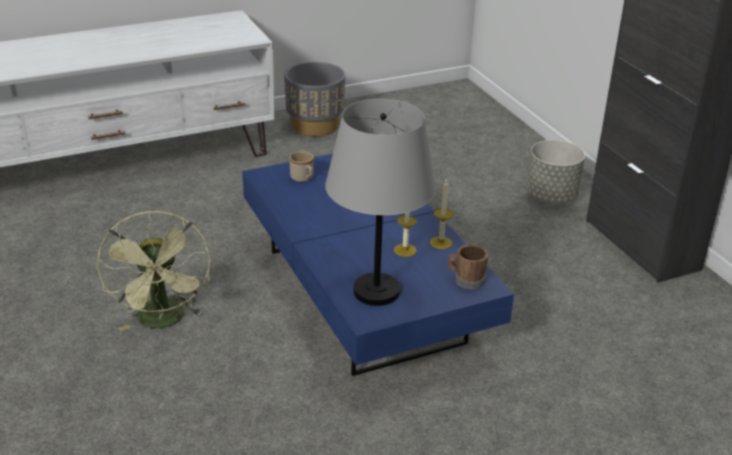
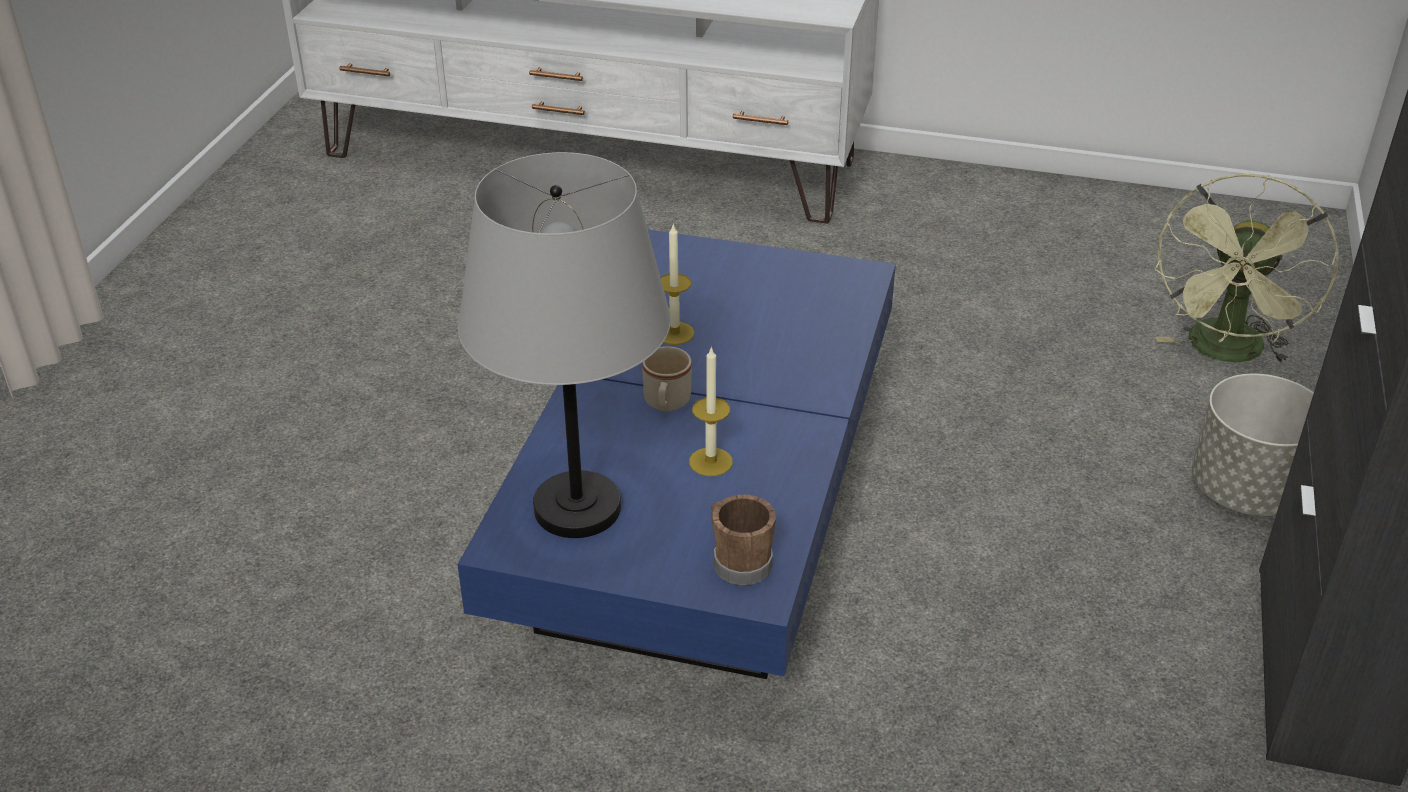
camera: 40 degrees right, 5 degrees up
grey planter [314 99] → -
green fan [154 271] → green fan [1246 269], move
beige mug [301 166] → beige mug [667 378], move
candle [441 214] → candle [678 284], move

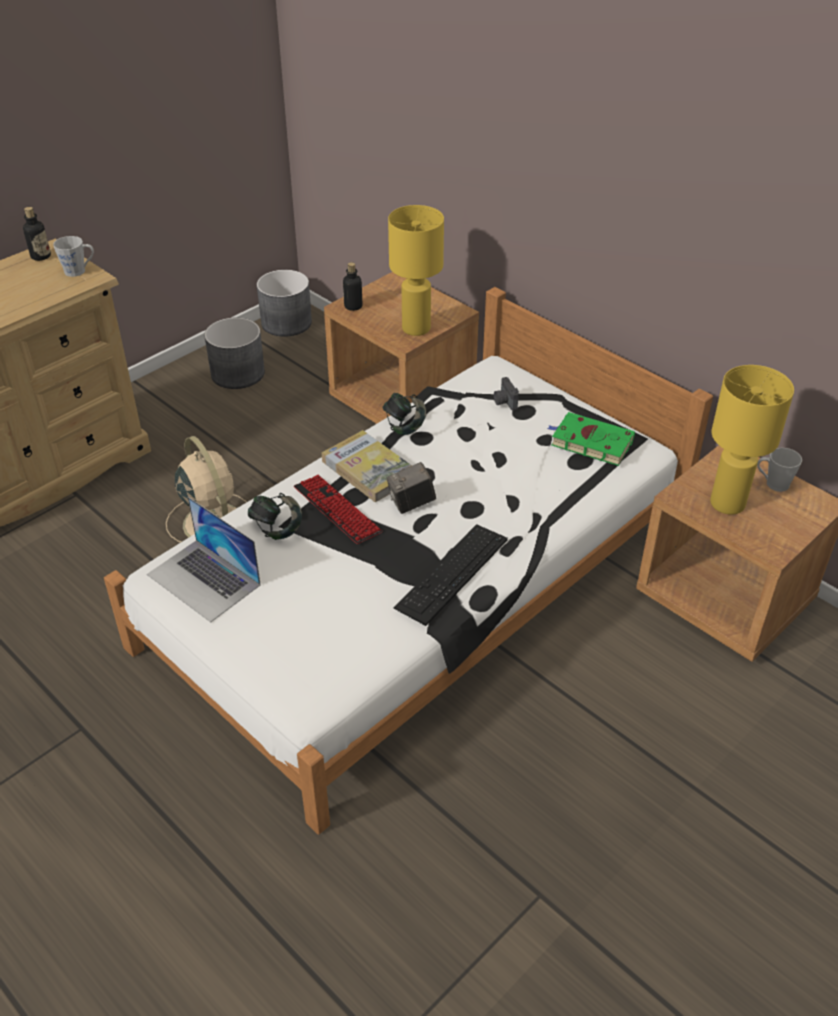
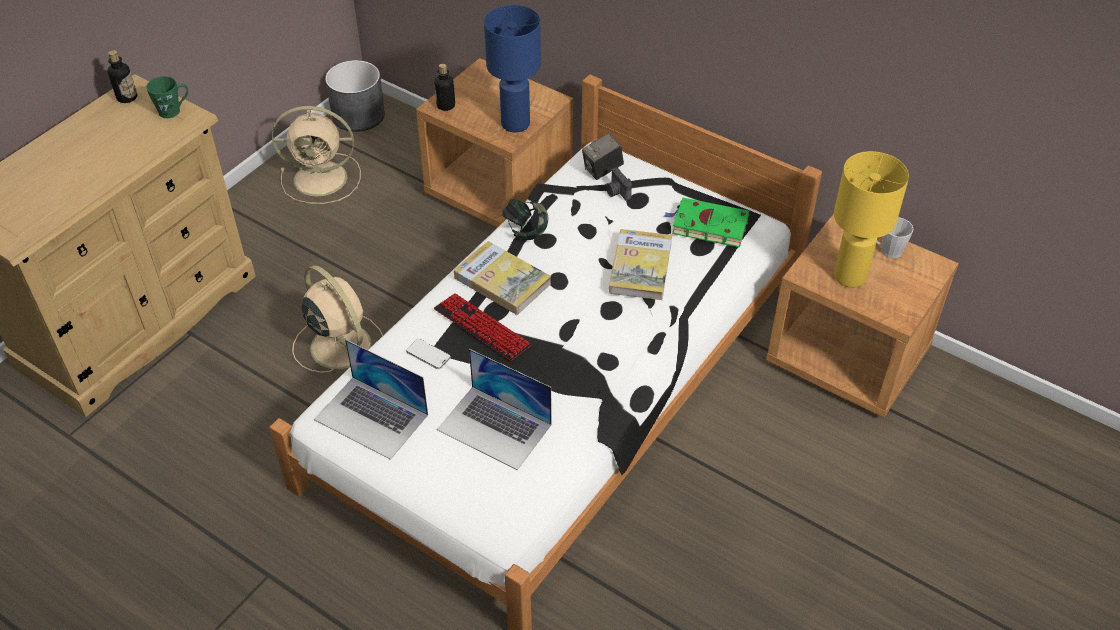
camera: 10 degrees left, 5 degrees up
keyboard [451 575] → -
- → laptop [494 409]
- → book [640 264]
photo camera [411 488] → photo camera [603 156], move
grey planter [234 353] → beige fan [316 155]
headphones [275 516] → phone [428 354]
grey mug [73 256] → green mug [167 97]
yellow table lamp [416 270] → blue table lamp [512 68]

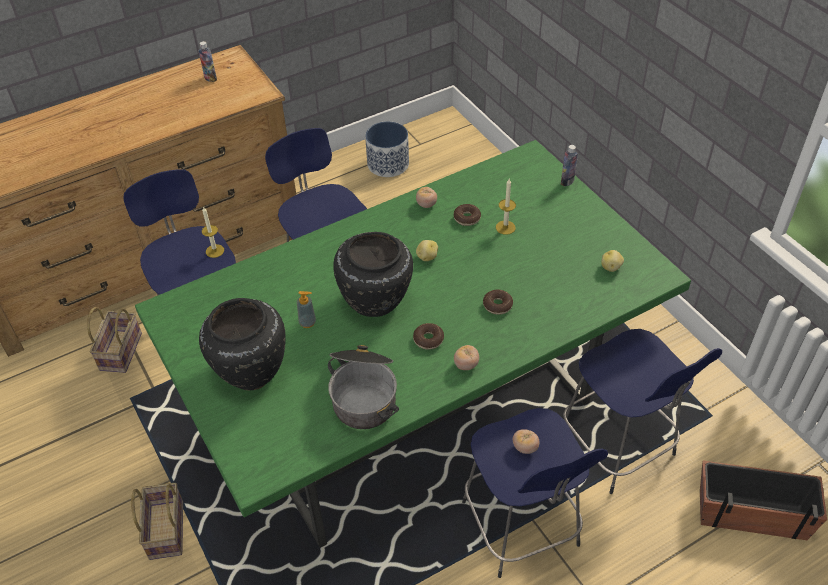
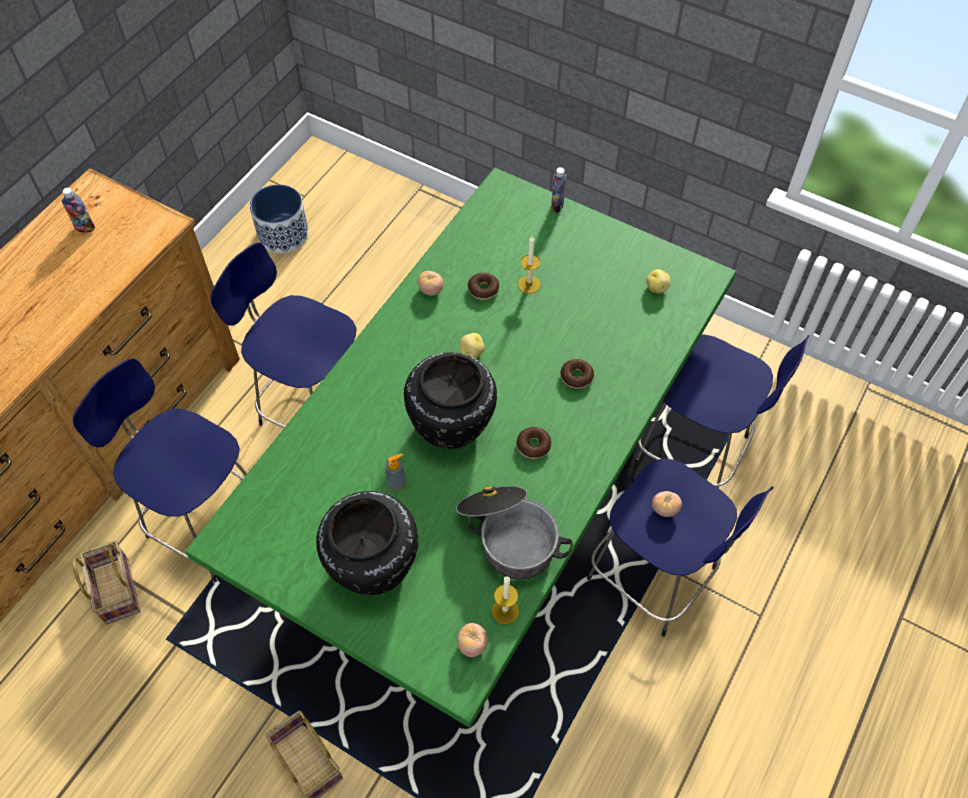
camera: 30 degrees left, 10 degrees up
planter [763 500] → -
candle [213 232] → candle [505 600], move
tomato [466 357] → tomato [472 640], move

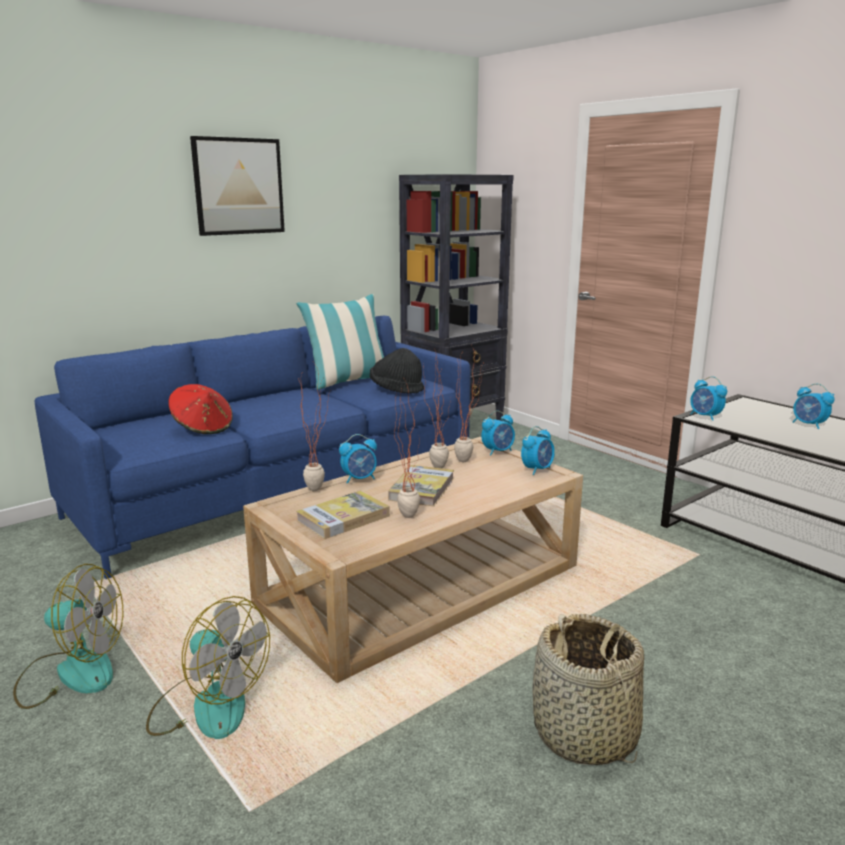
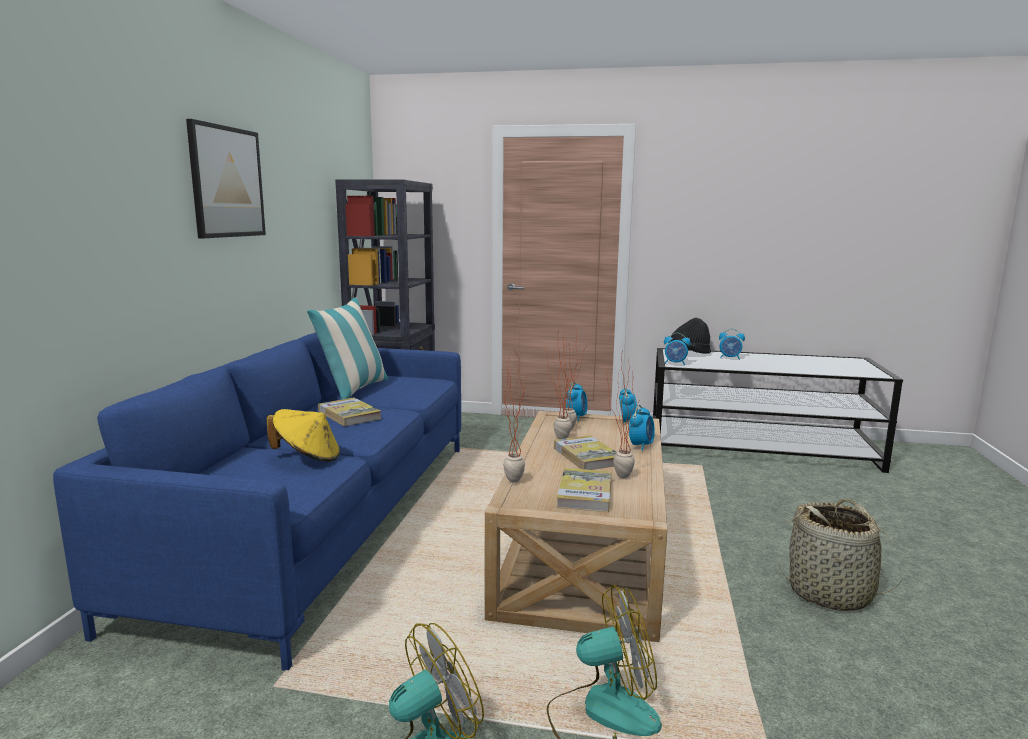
camera: 40 degrees left, 5 degrees down
- → book [350 412]
alarm clock [358 459] → alarm clock [642 428], move
black hat [397 371] → black hat [690 336], move
red hat [200 409] → yellow hat [303 435]

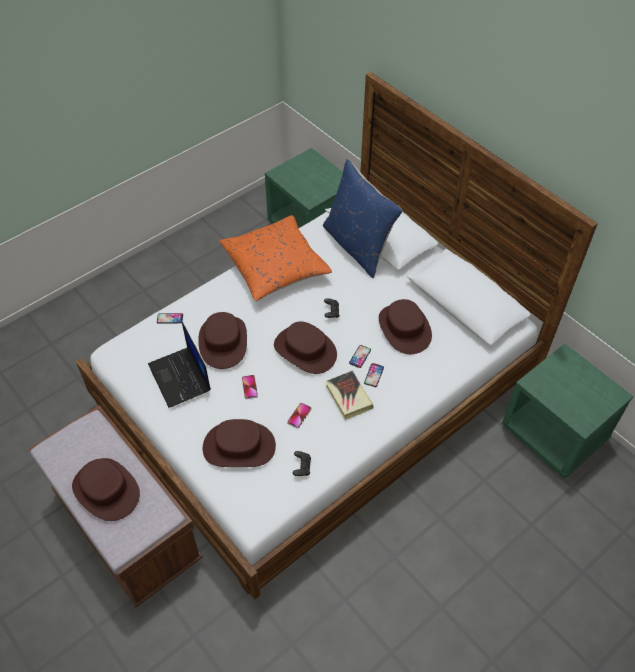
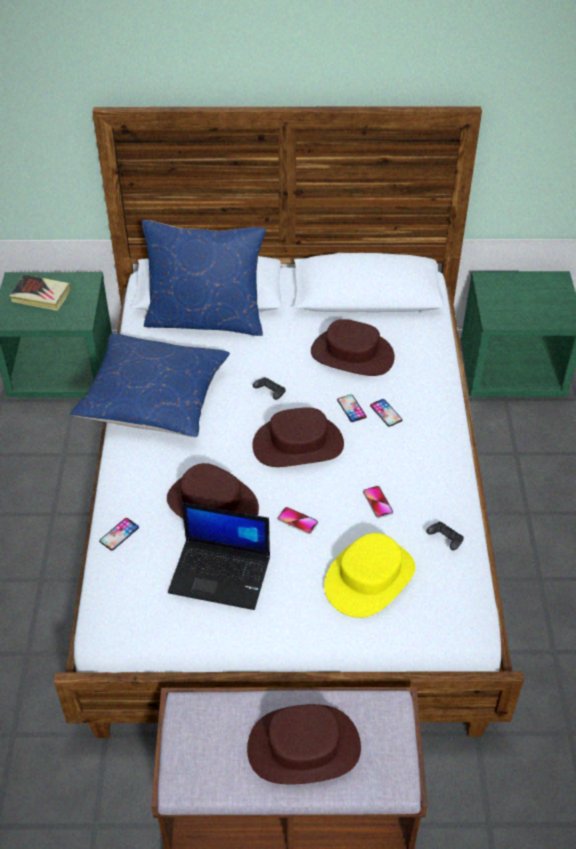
camera: 50 degrees left, 5 degrees down
book [349 395] → book [40 292], move
brown hat [239 443] → yellow hat [370 575]
orange pillow [275 258] → blue pillow [150 385]

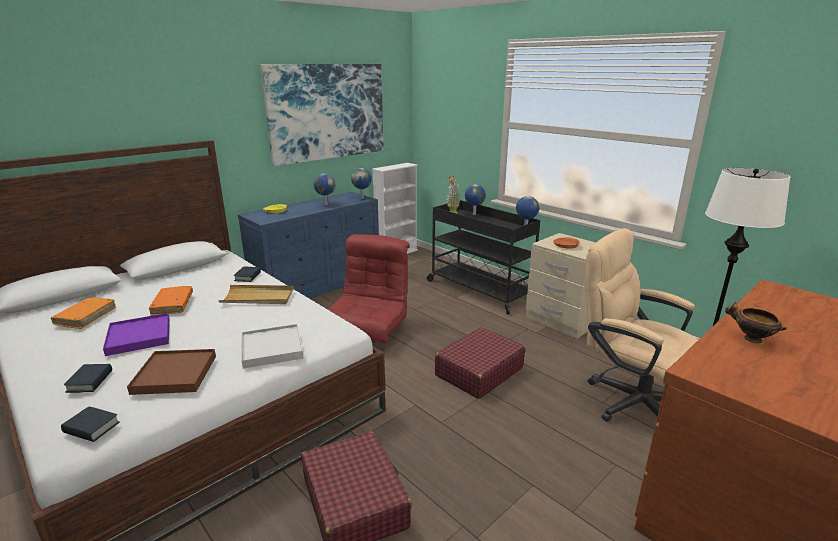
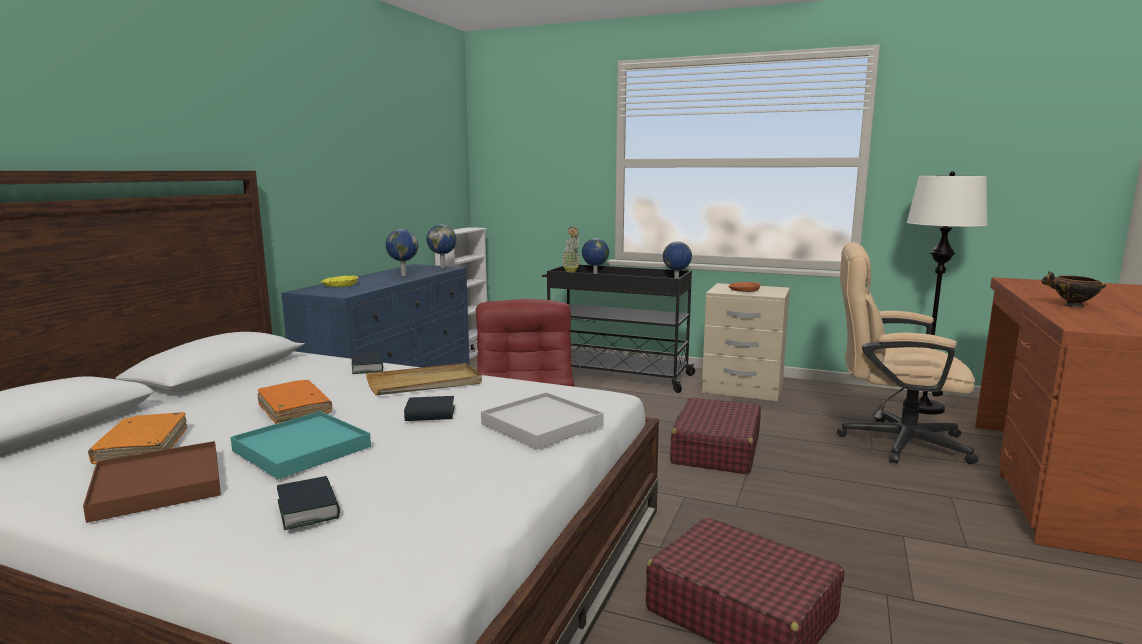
camera: 25 degrees left, 10 degrees down
picture [322 115] → -
book [90 424] → book [429 408], move
brown tray [171 372] → brown tray [152 482], move
purple tray [136 334] → turquoise tray [301 445]

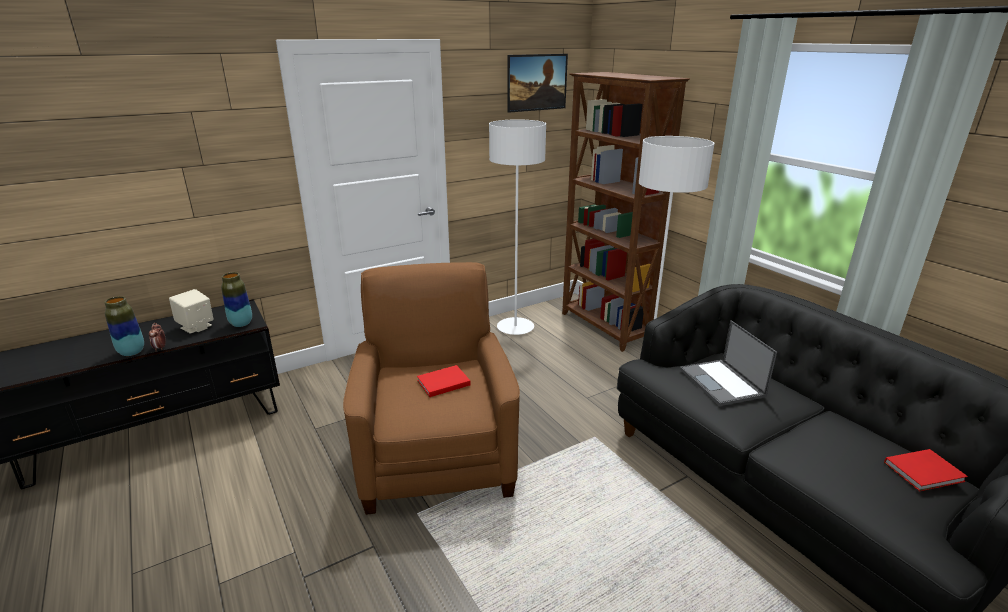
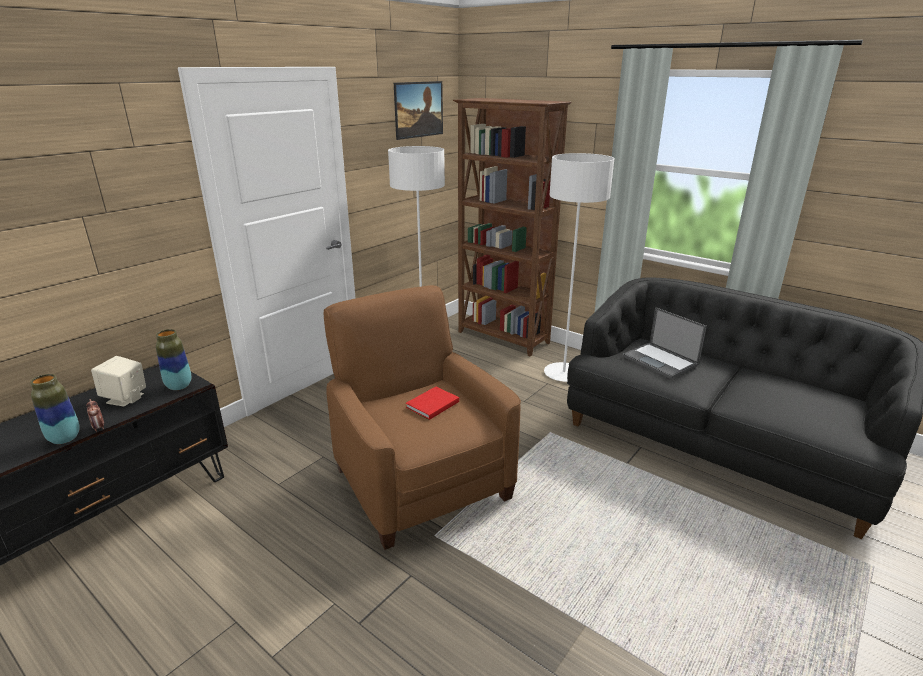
camera: 20 degrees left, 0 degrees up
red book [926 470] → -

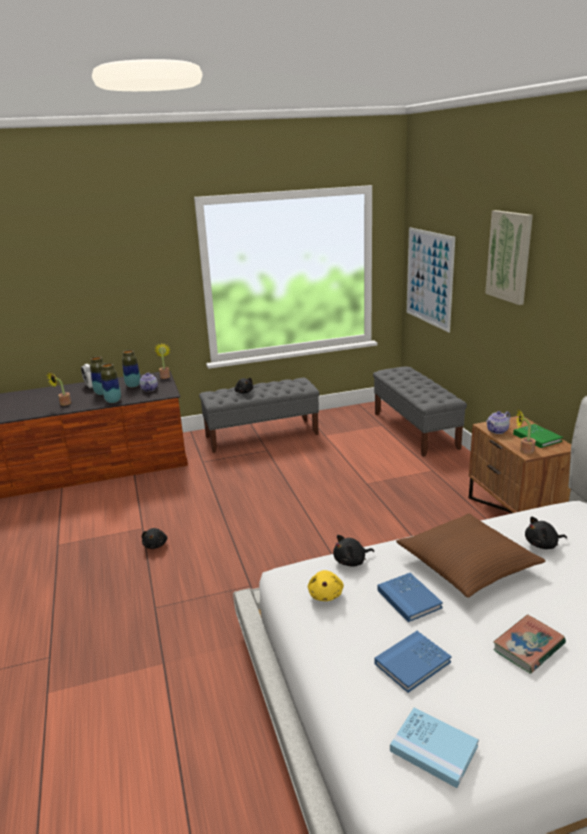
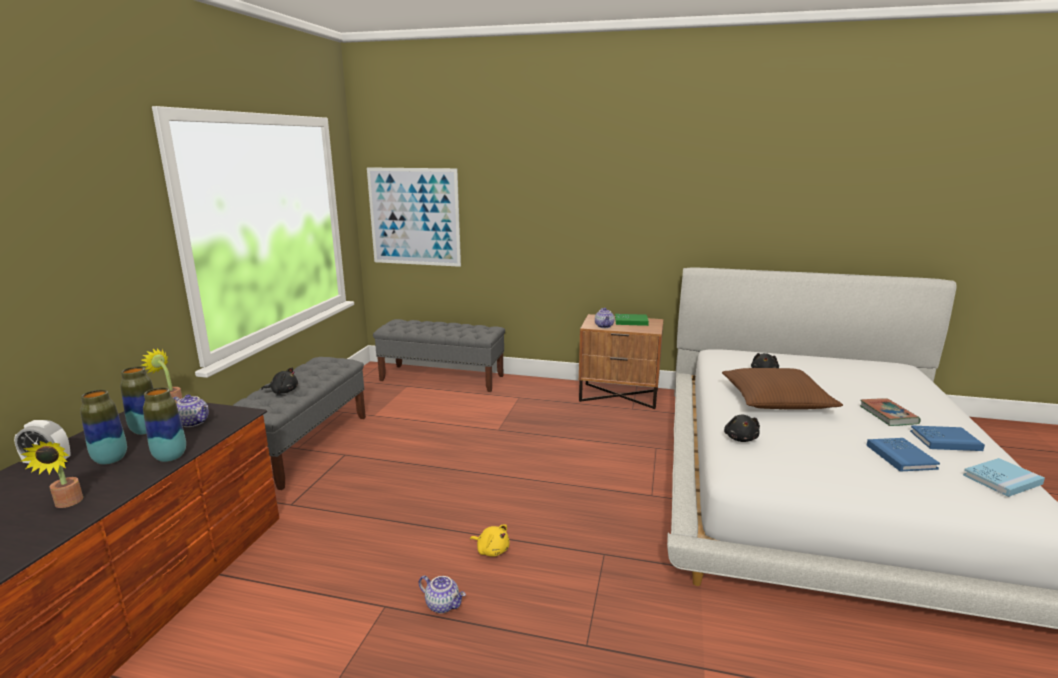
camera: 60 degrees left, 5 degrees down
picture [509 257] → -
potted plant [526 431] → -
yellow plush toy [326 585] → yellow plush toy [490 540], move
blue book [410 597] → blue book [947 438], move
black plush toy [154 538] → teapot [442 594]

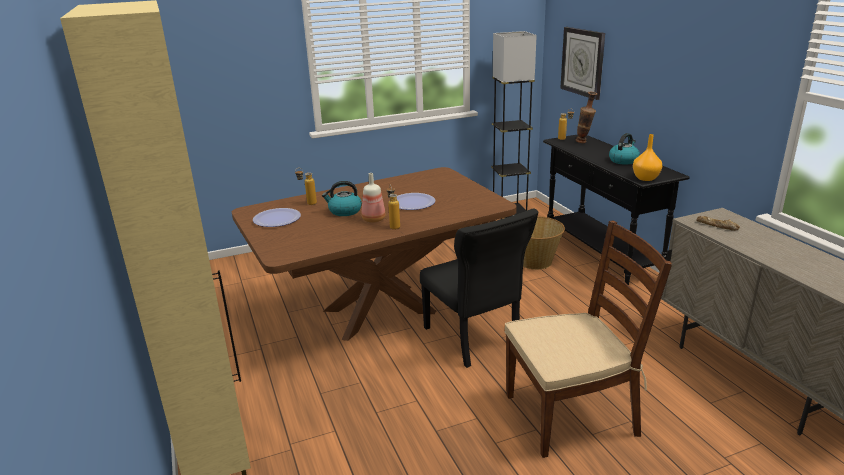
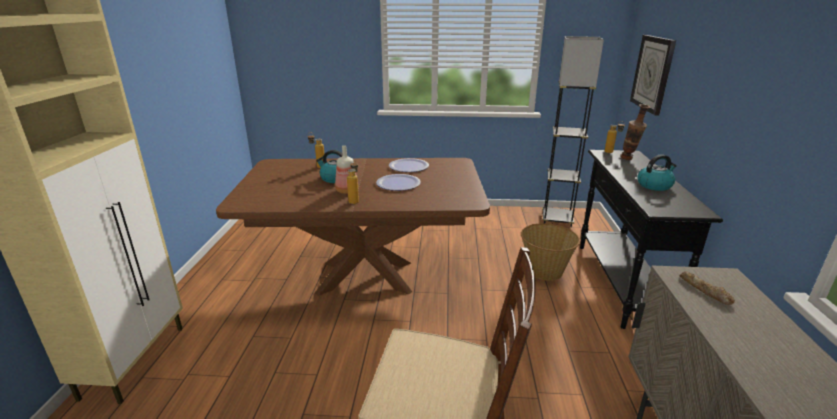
camera: 25 degrees right, 0 degrees up
black chair [479 288] → -
orange vase [647 157] → -
plate [277 217] → plate [409 165], move

